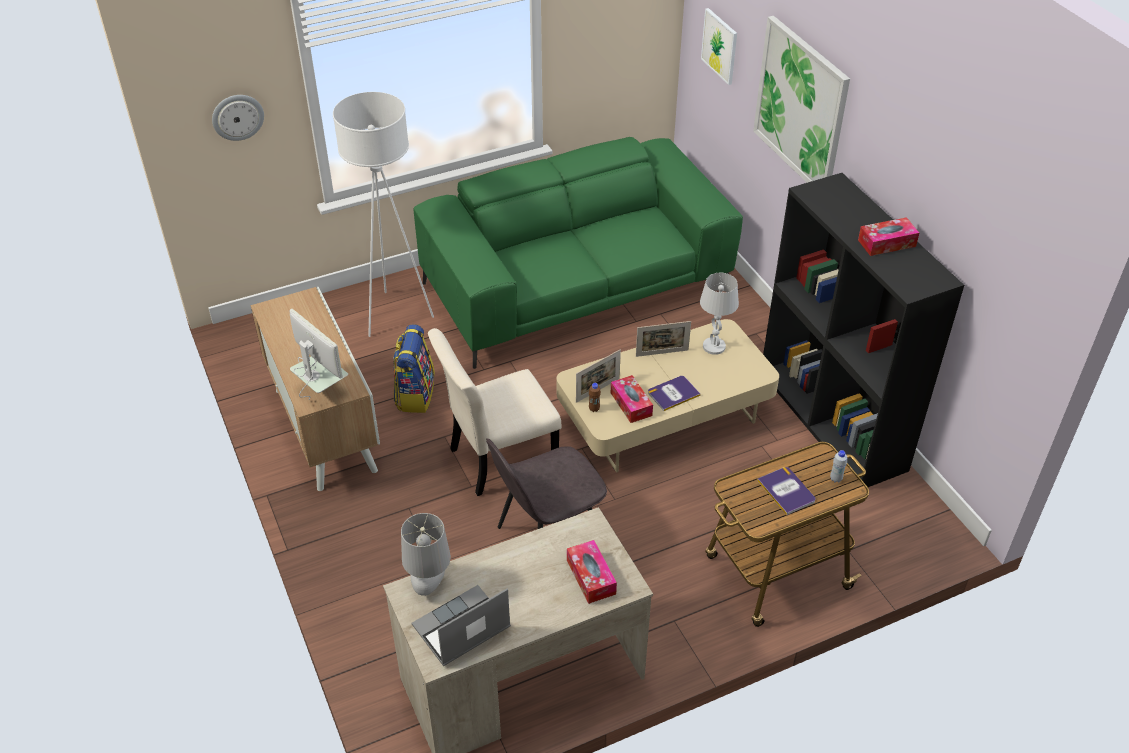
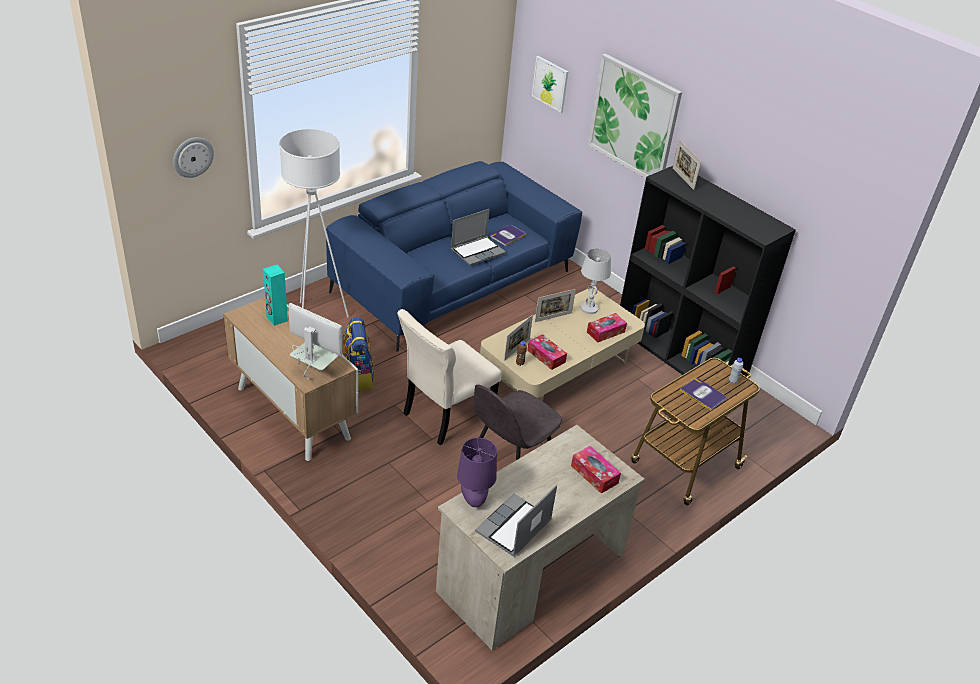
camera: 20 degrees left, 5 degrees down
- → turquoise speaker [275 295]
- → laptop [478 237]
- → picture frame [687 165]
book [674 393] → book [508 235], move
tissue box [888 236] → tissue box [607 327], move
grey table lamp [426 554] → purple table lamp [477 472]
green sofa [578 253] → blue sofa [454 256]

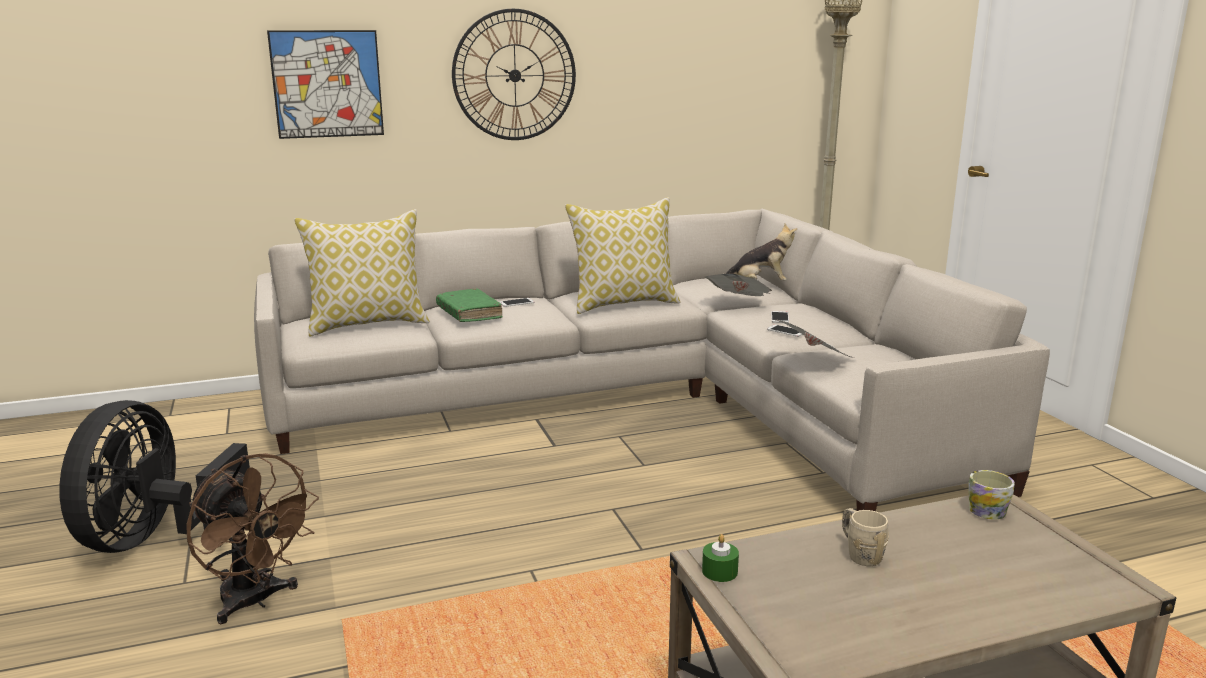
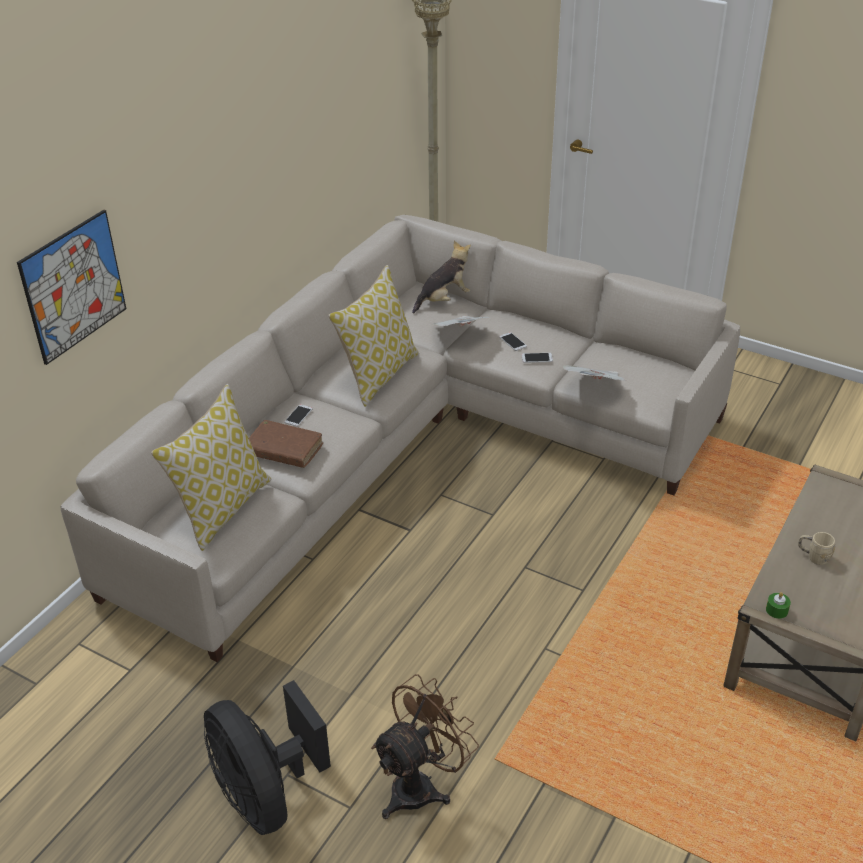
camera: 40 degrees left, 20 degrees up
wall clock [514 74] → -
mug [991 495] → -
green book [469 305] → brown book [286 444]
brown fan [252 538] → brown fan [425 746], 45 degrees counterclockwise

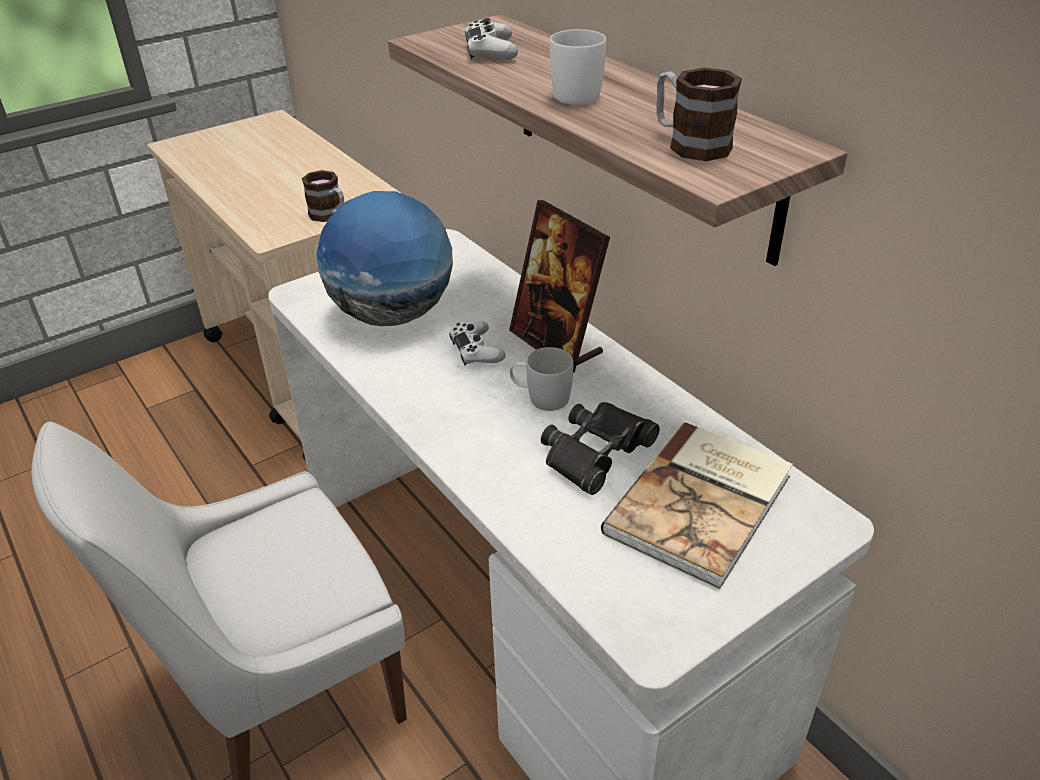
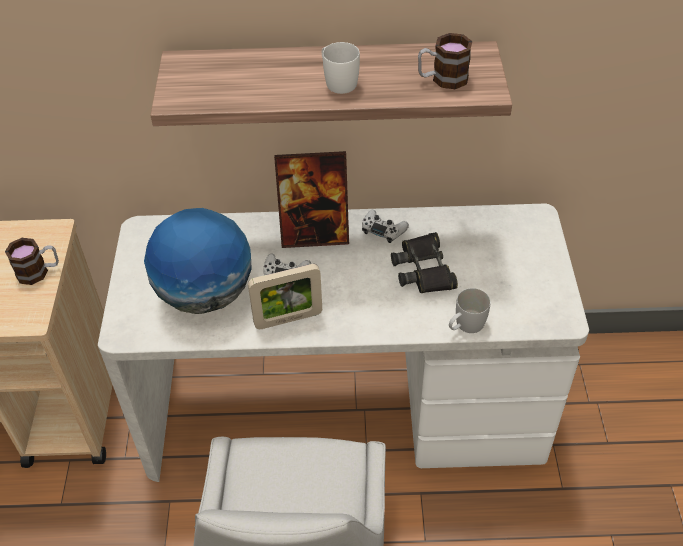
camera: 55 degrees left, 10 degrees up
book [697 505] → -
- → picture frame [285 296]
white game controller [491 39] → white game controller [385 226], move
white mug [541 379] → white mug [470 310], move

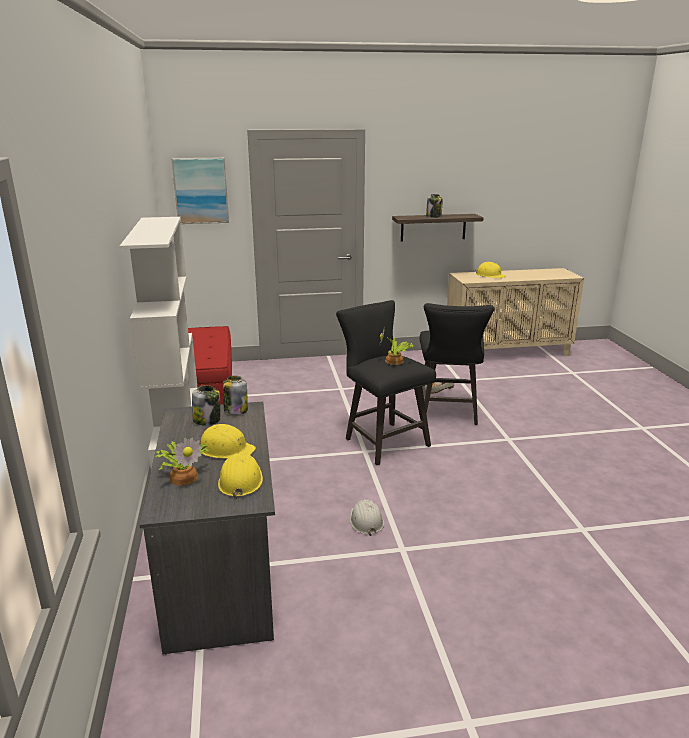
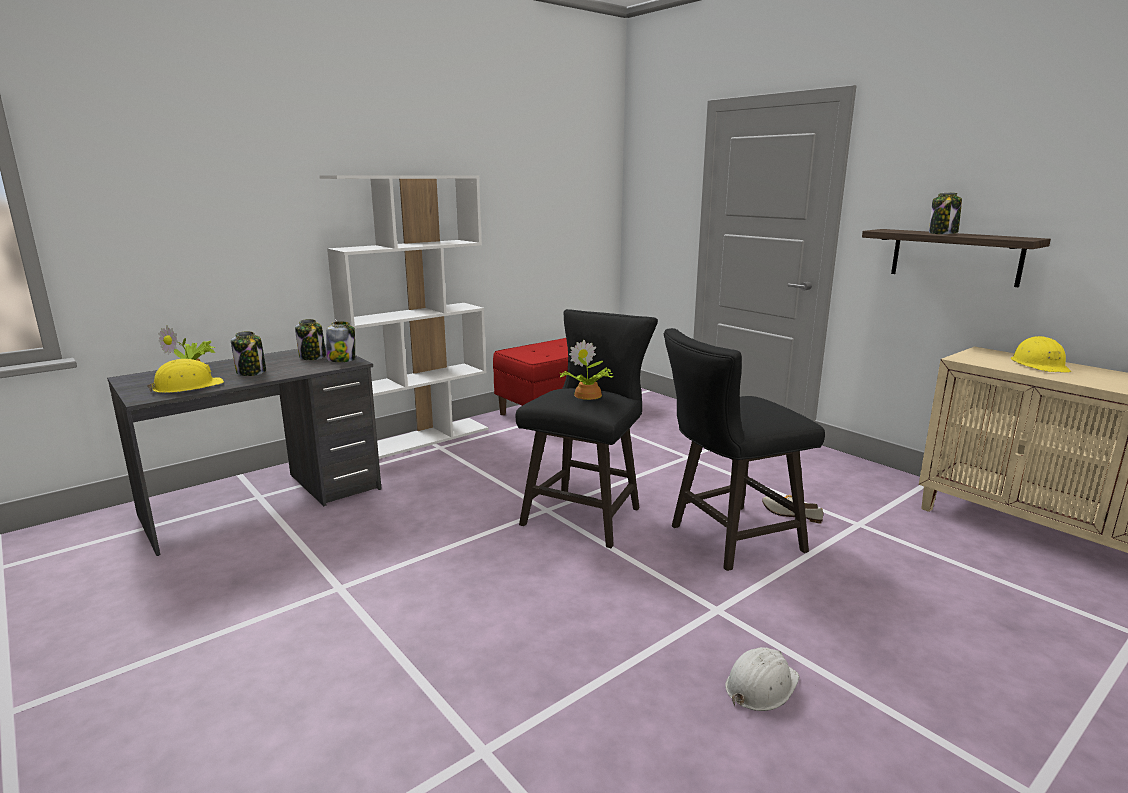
camera: 60 degrees right, 5 degrees down
picture [200 190] → -
white hard hat [367 517] → white hard hat [762 679], move
yellow hard hat [226 441] → jar [248 353]

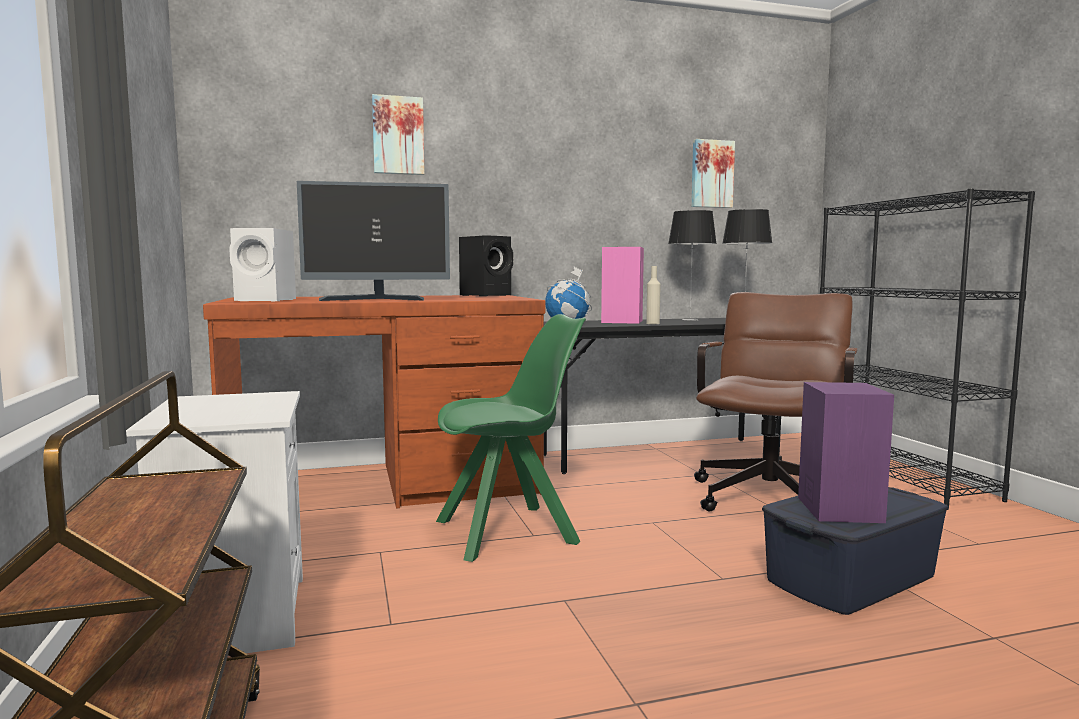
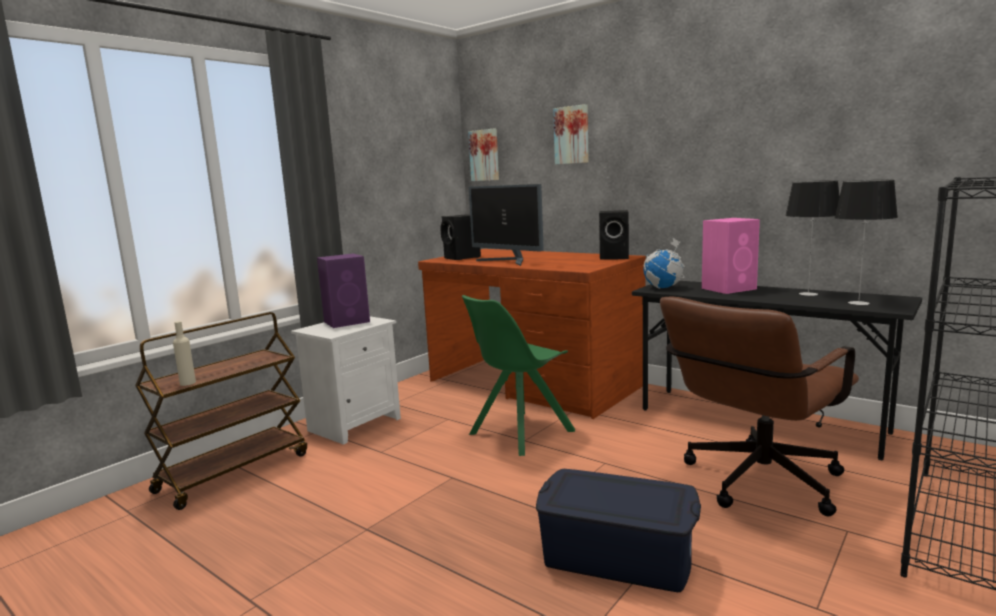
camera: 55 degrees right, 5 degrees up
beige bottle [653 295] → beige bottle [184 353], move
picture [713 173] → picture [483 155], move
purple speaker [846 452] → purple speaker [343 291], move
white speaker [262 264] → black speaker [460 237]
green chair [511 438] → green chair [518 375], 105 degrees clockwise
brown office chair [775 401] → brown office chair [759 407], 150 degrees clockwise

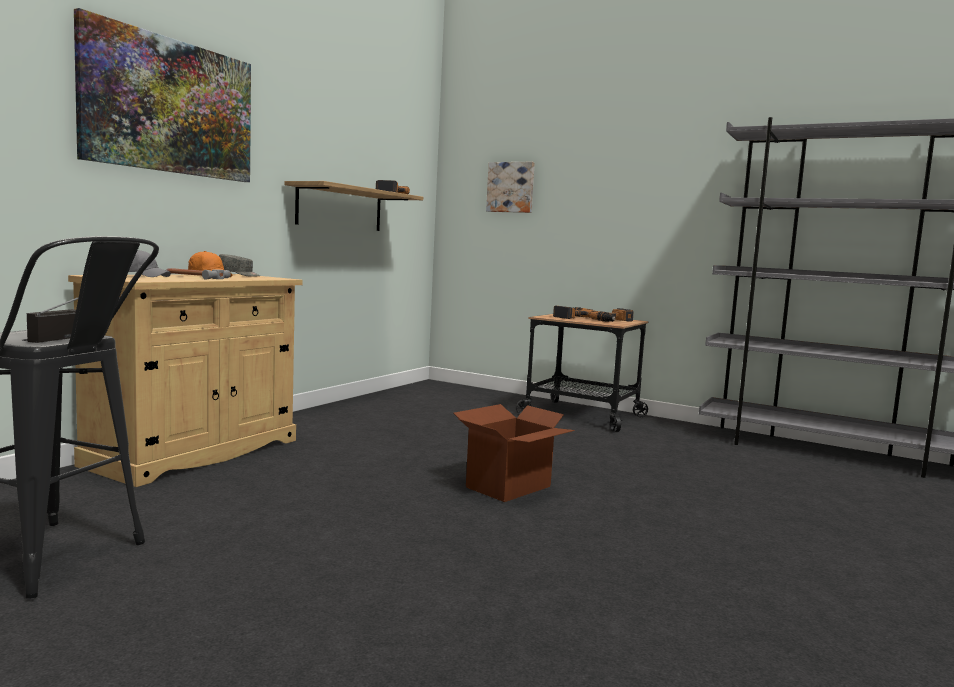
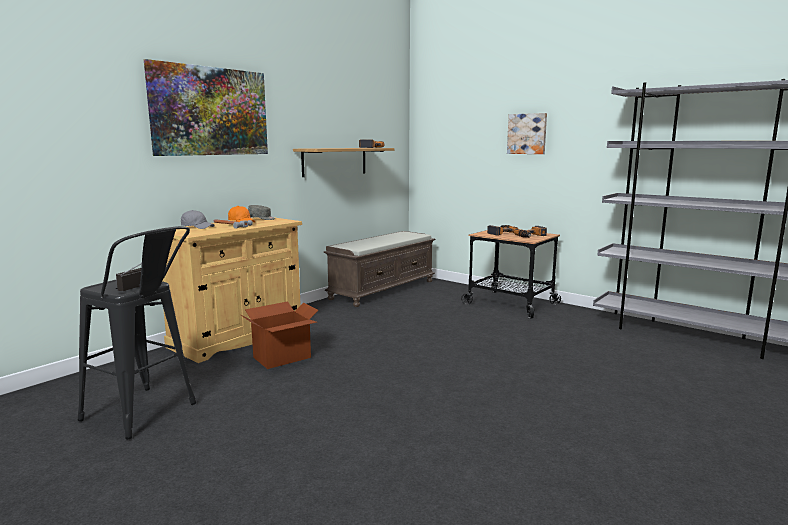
camera: 10 degrees right, 5 degrees up
- → brown bench [379 269]
cardboard box [514 453] → cardboard box [279 335], move
picture [510 187] → picture [527 133], move

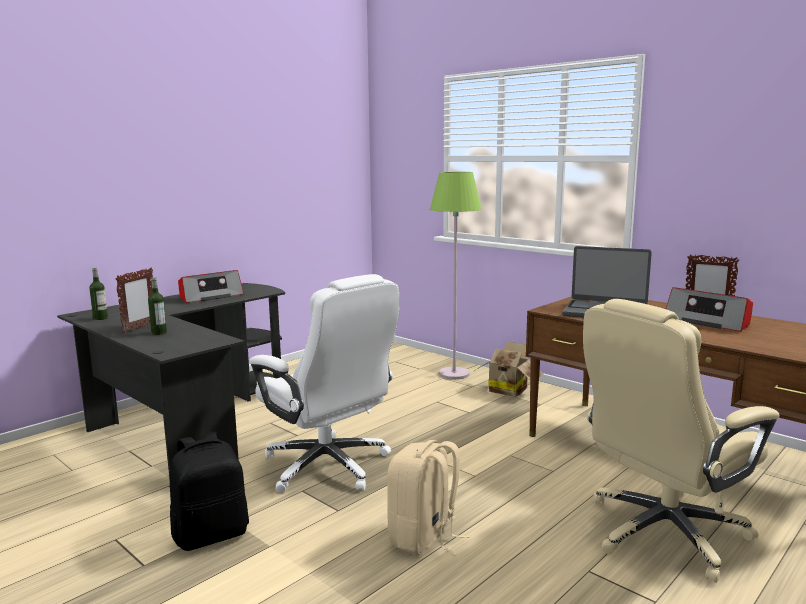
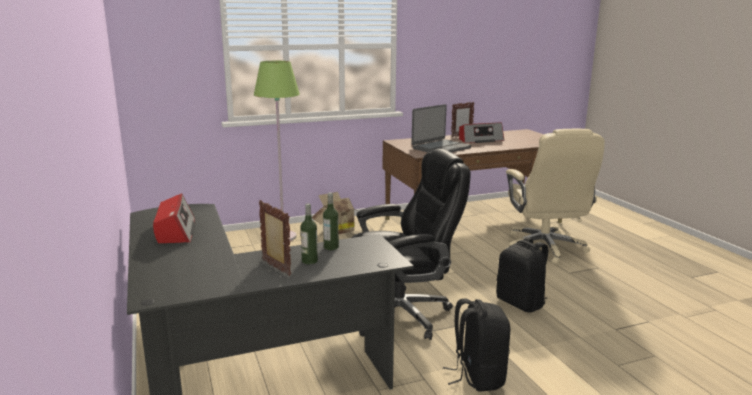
camera: 65 degrees left, 5 degrees up
bottle [98 293] → bottle [331 221], move
white office chair [324 383] → black office chair [411 244]
beige backpack [428 498] → black backpack [522 274]

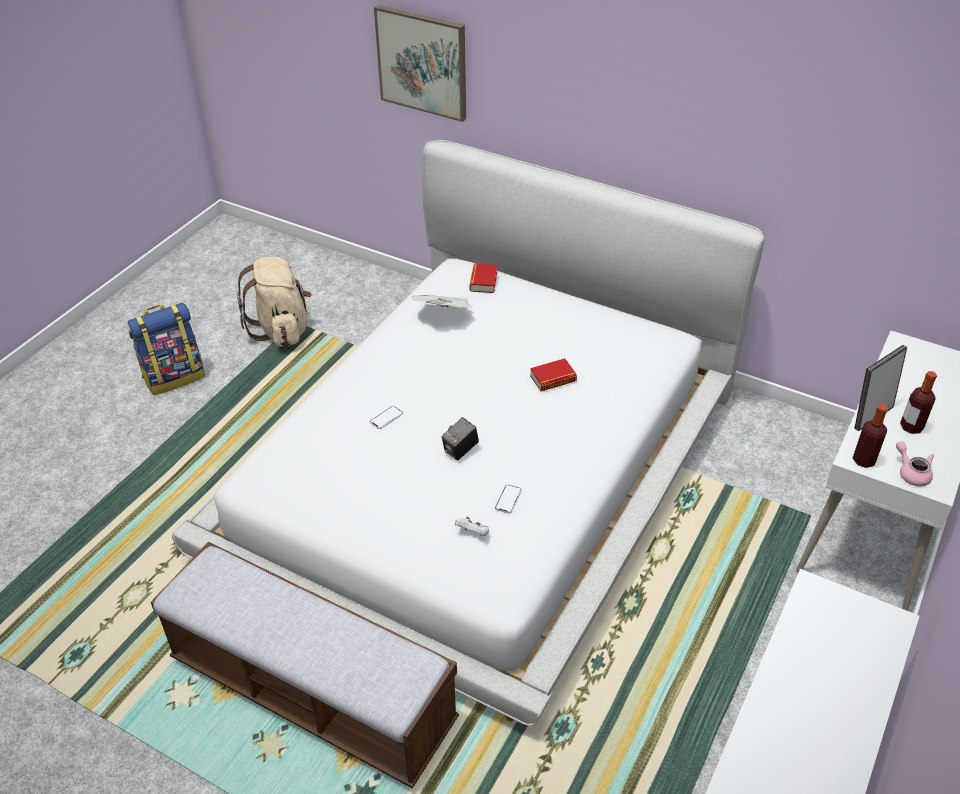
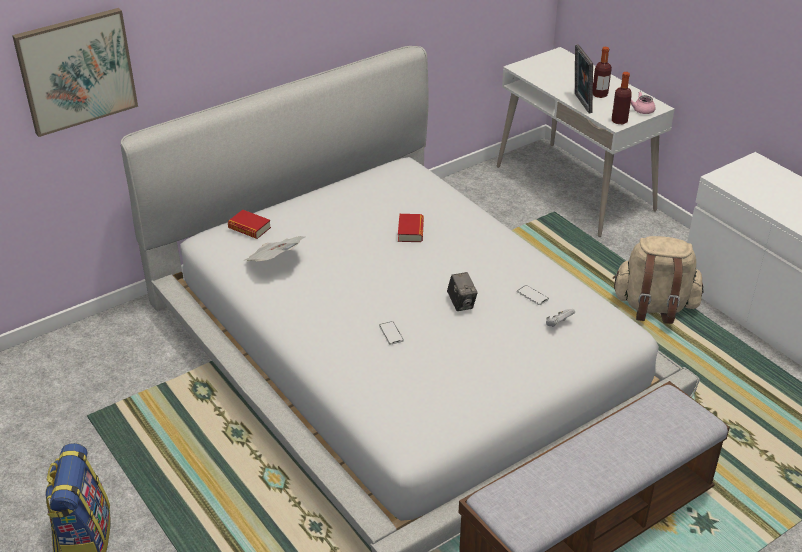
camera: 65 degrees left, 5 degrees down
beige backpack [274 302] → beige backpack [658 280], move

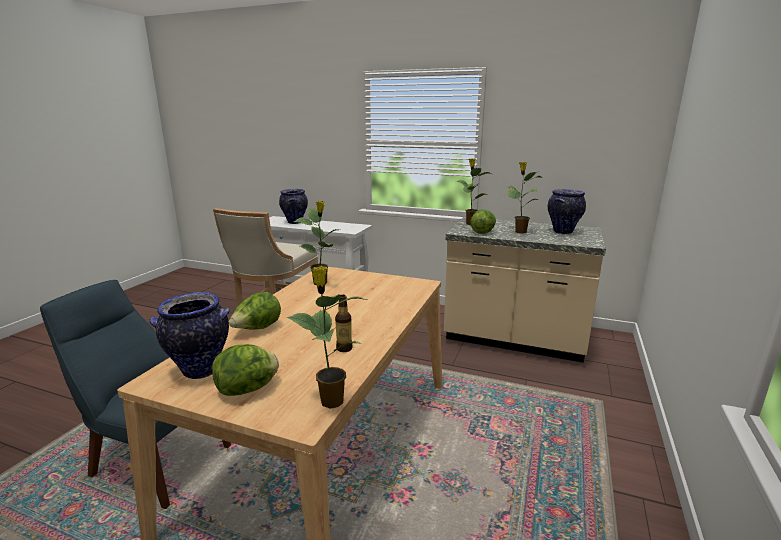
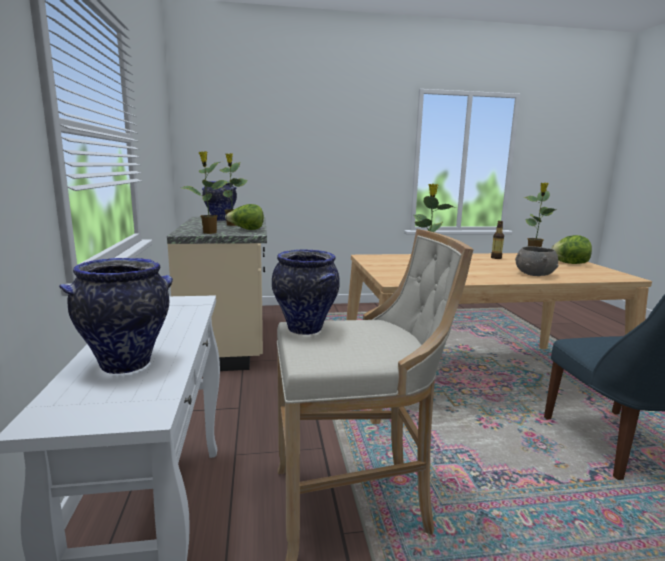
camera: 120 degrees left, 5 degrees down
vase [189 335] → vase [306 292], move
lettuce [255 310] → grey bowl [536 261]

